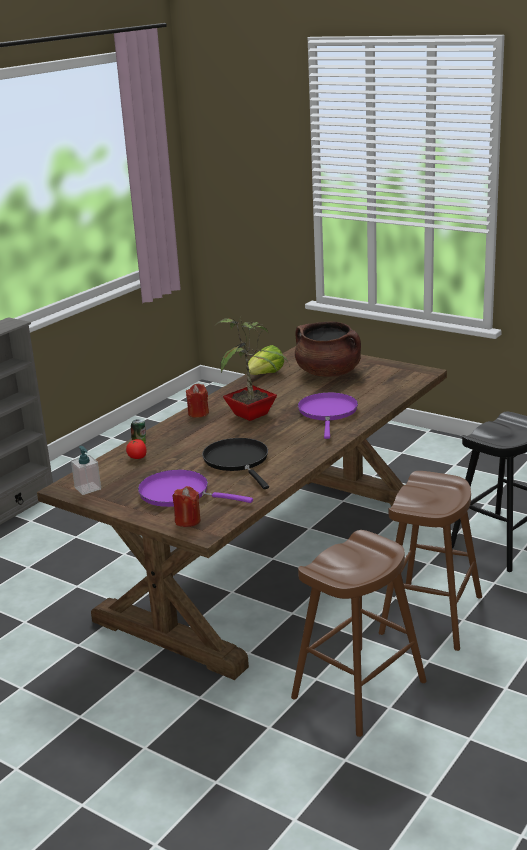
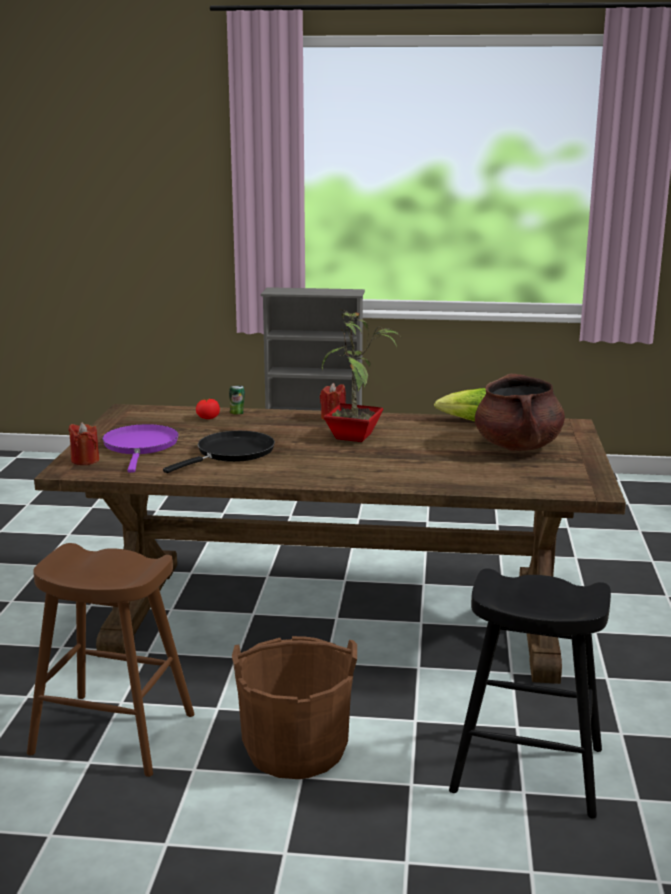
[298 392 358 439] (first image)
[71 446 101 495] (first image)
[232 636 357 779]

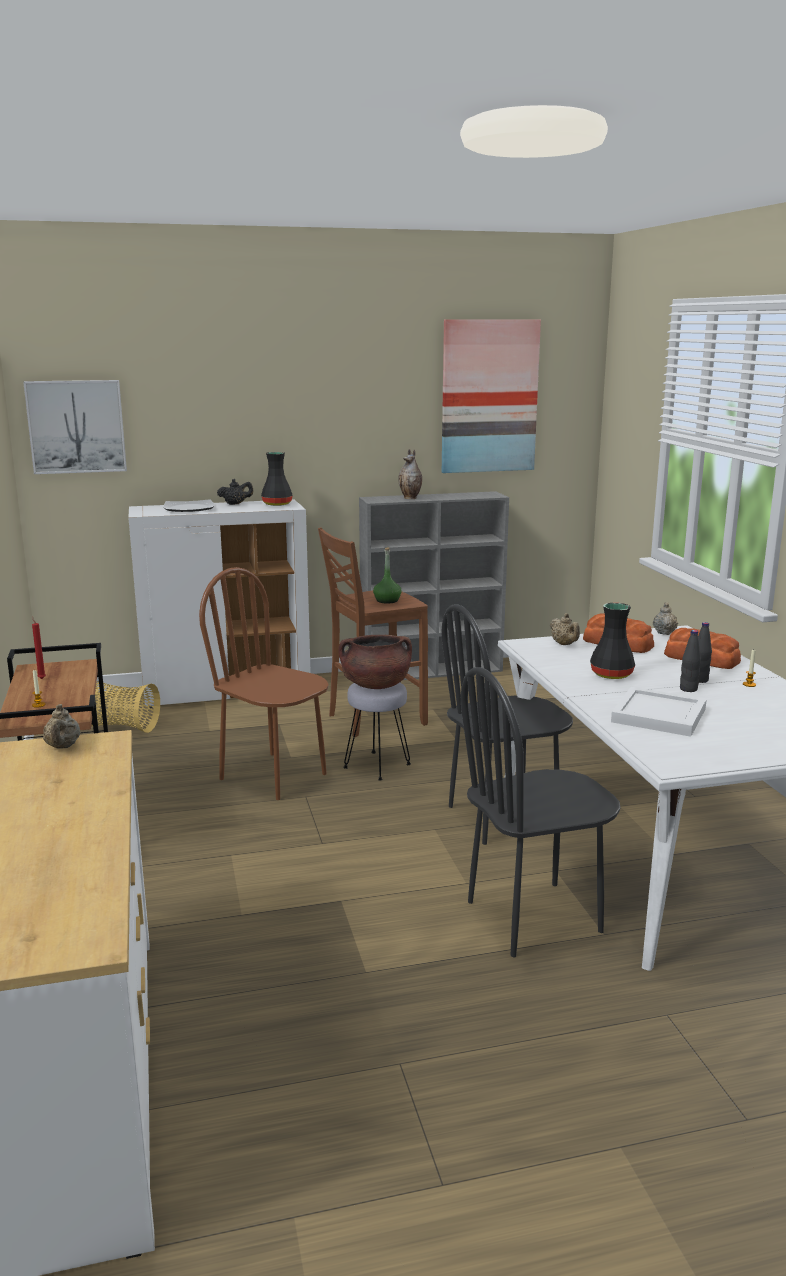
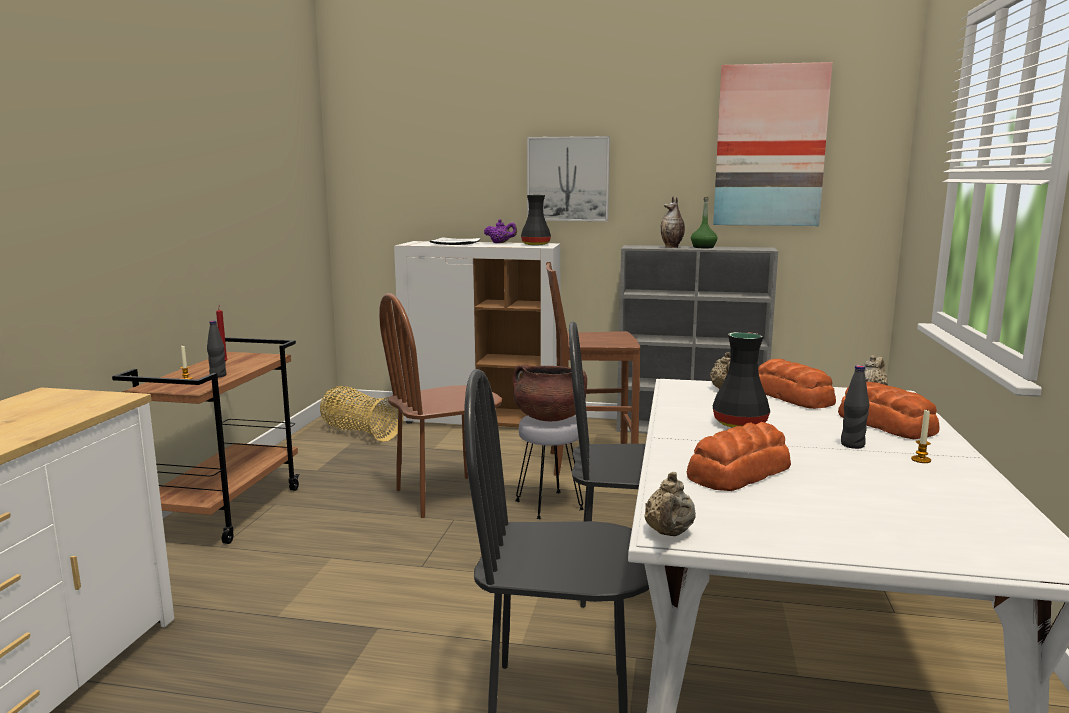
[527 136 610 221]
[484 219 517 243]
[691 196 717 248]
[379 293 502 518]
[207 321 227 377]
[687 422 791 491]
[645 472 696 536]

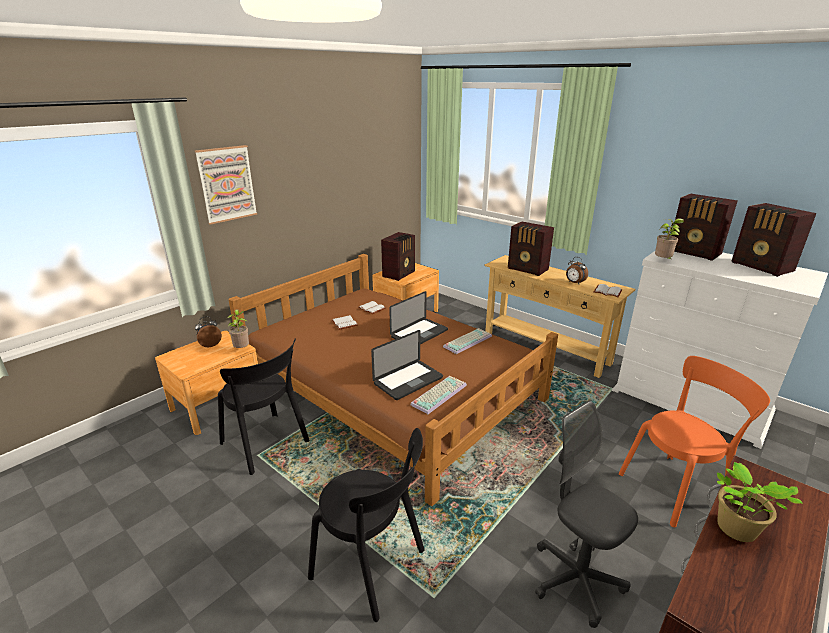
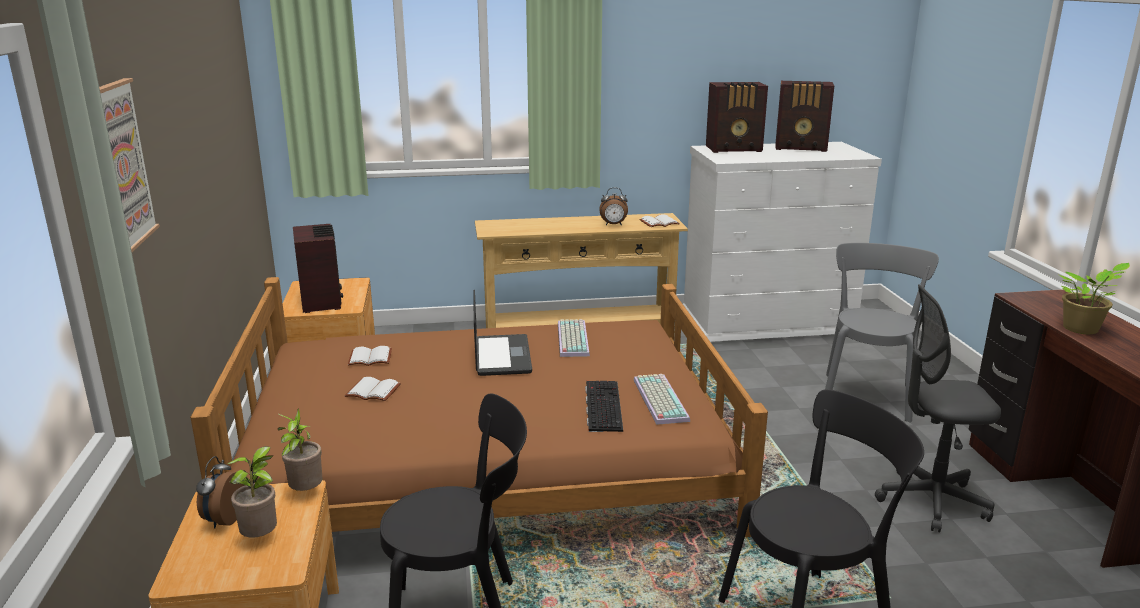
[227 446 277 538]
[508 222 554 276] (first image)
[585 381 623 432]
[825 243 939 422]

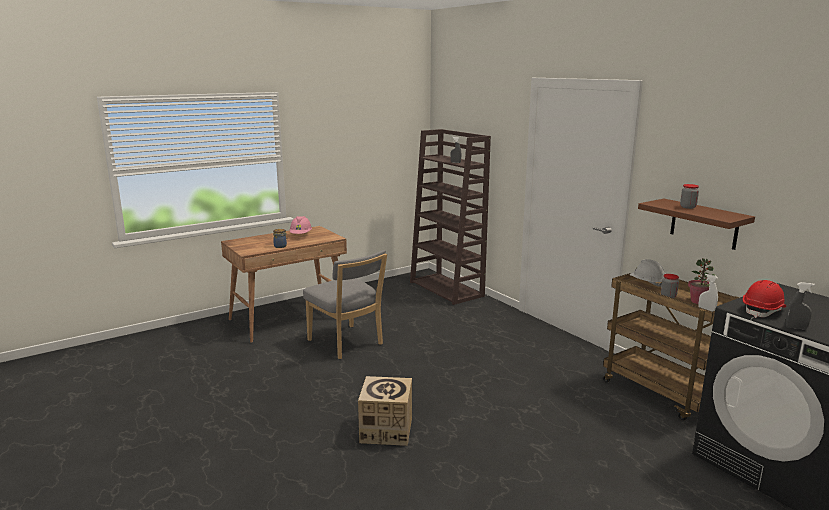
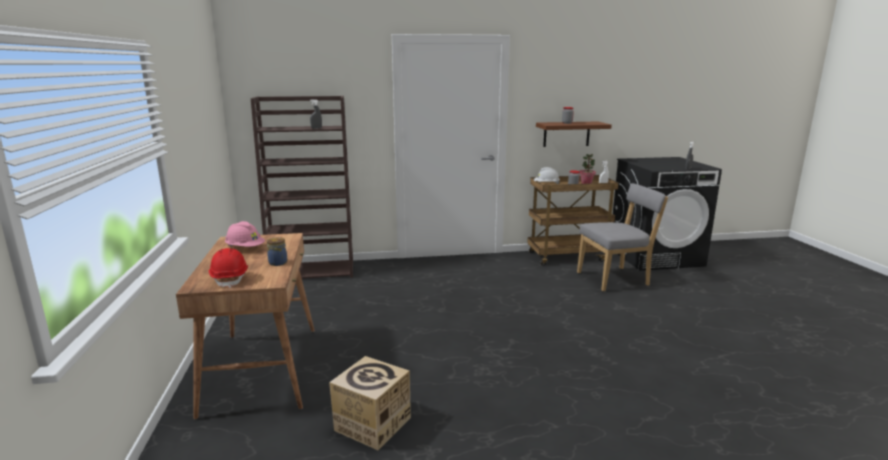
[577 183 668 292]
[209 248 248 288]
[329 356 411 450]

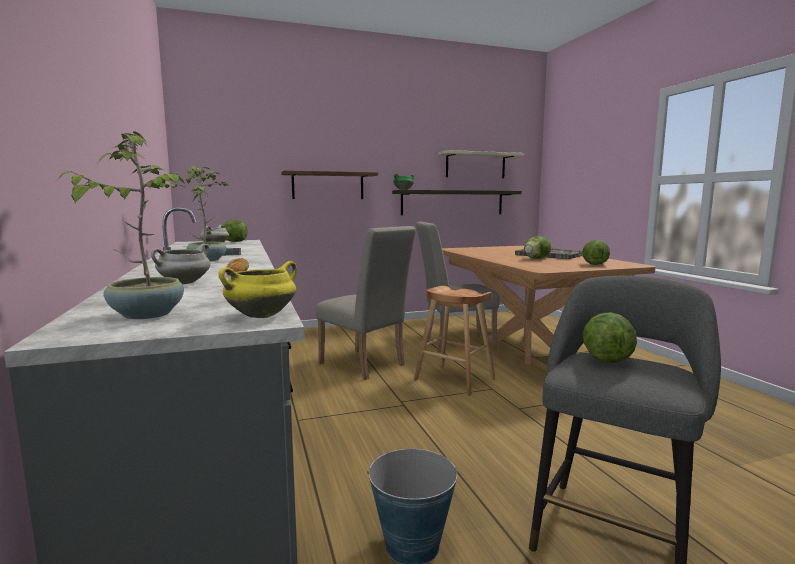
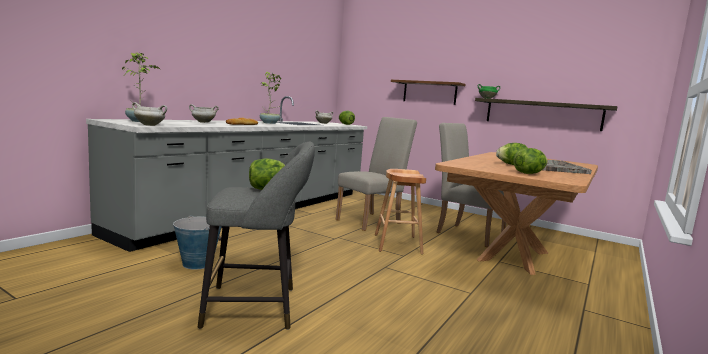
[438 150 524 178] (first image)
[336 117 417 231]
[132 102 167 126]

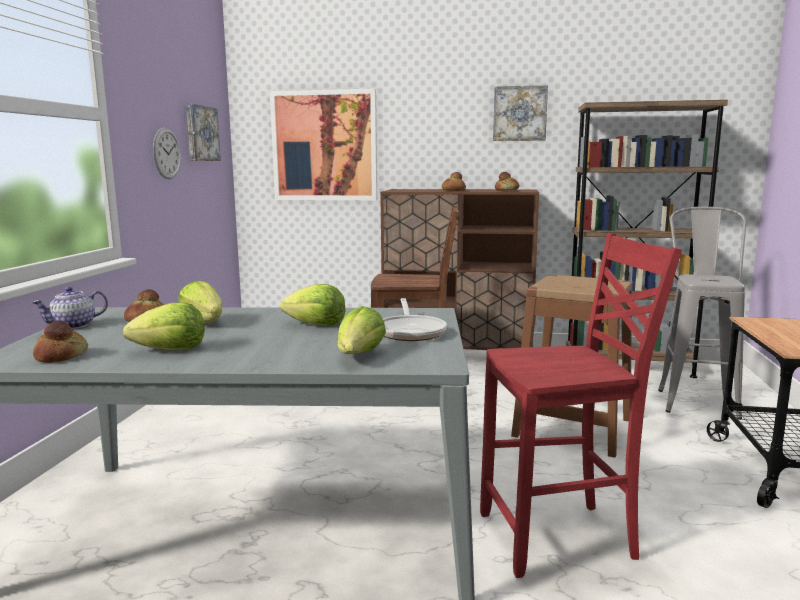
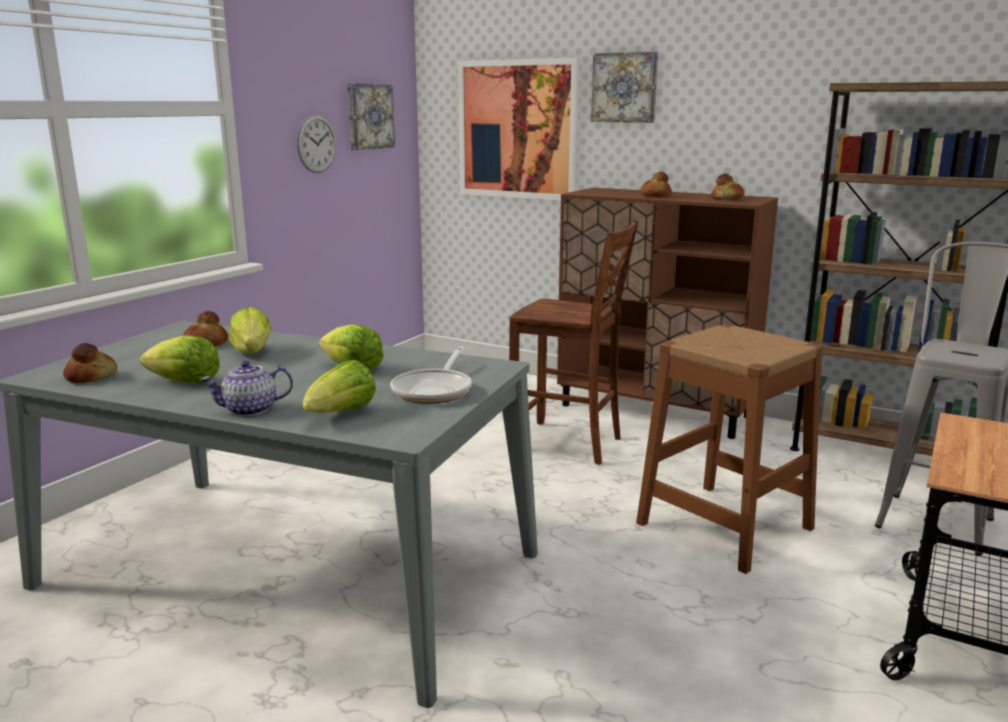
[591 51 658 123]
[480 233 682 578] (first image)
[200 361 293 416]

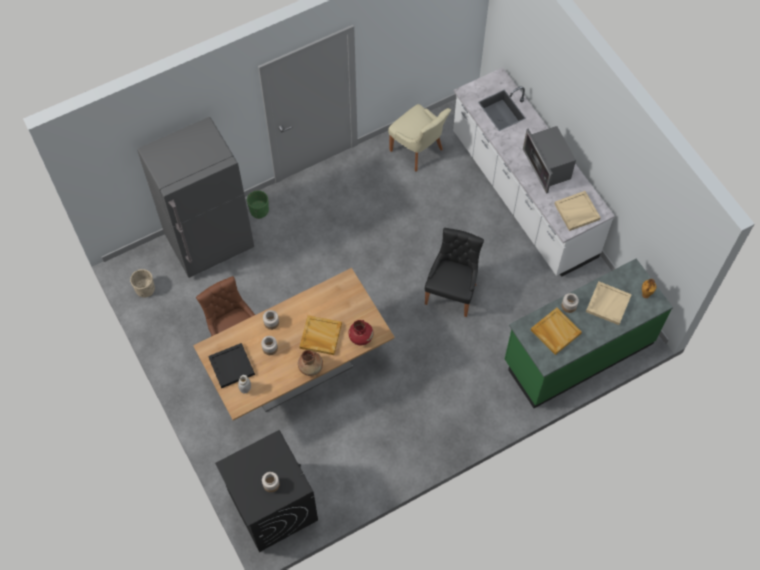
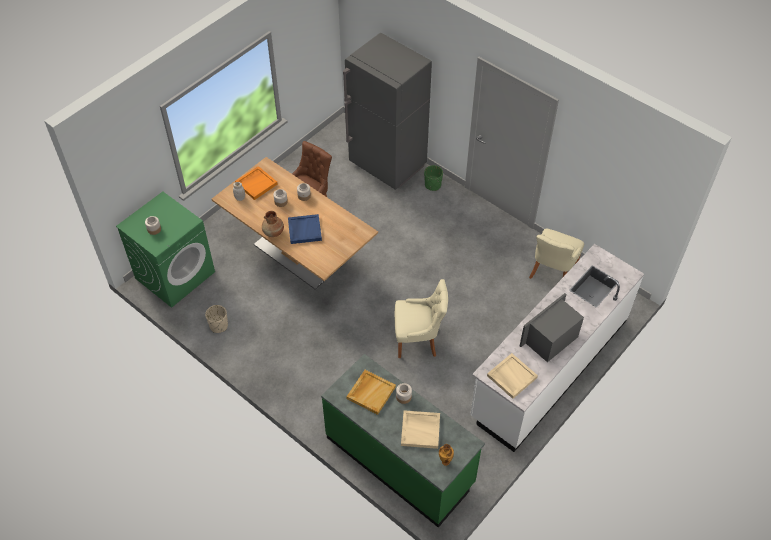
[394 279 448 358]
[205 305 228 333]
[288 214 322 244]
[349 320 373 345] (first image)
[235 166 278 200]
[116 192 215 308]

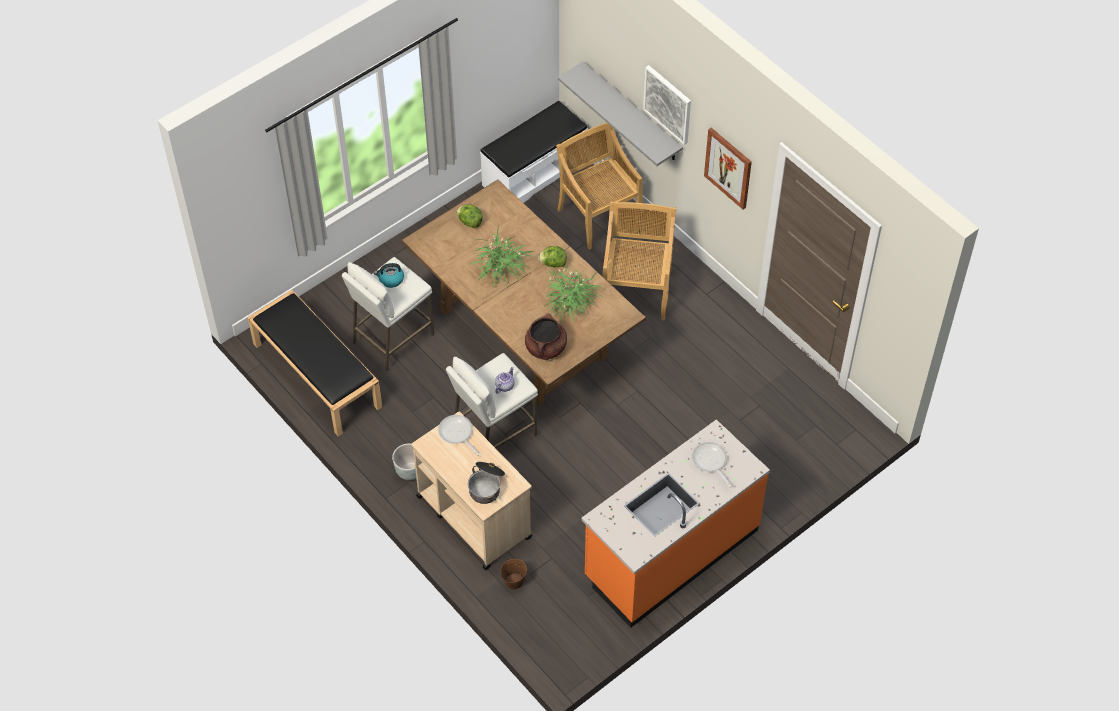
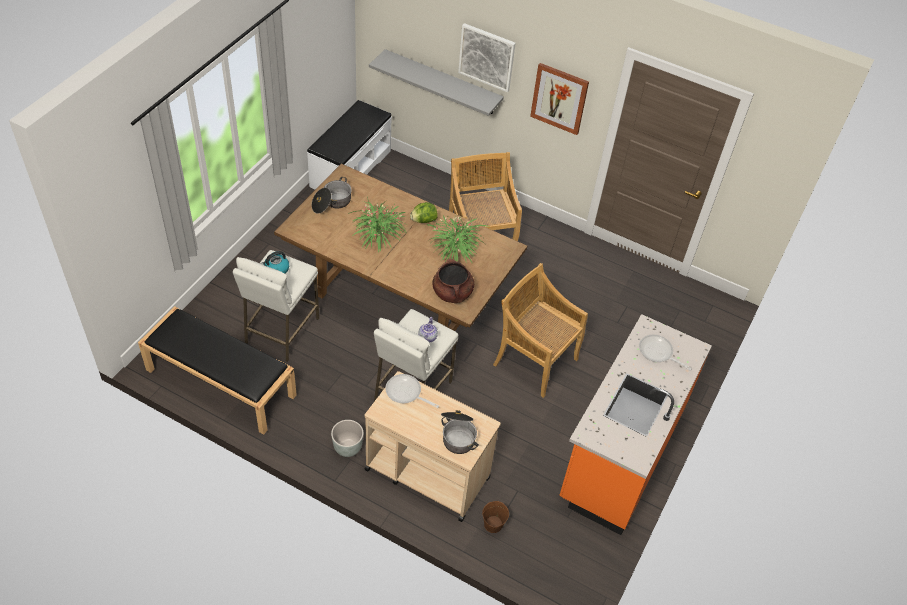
[493 263 588 398]
[312 177 352 214]

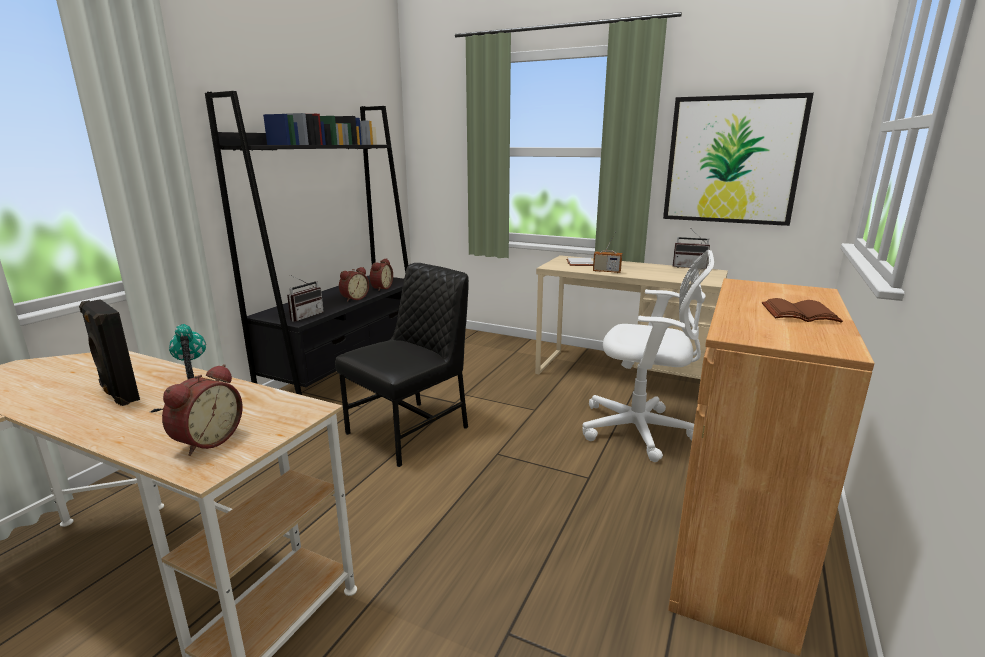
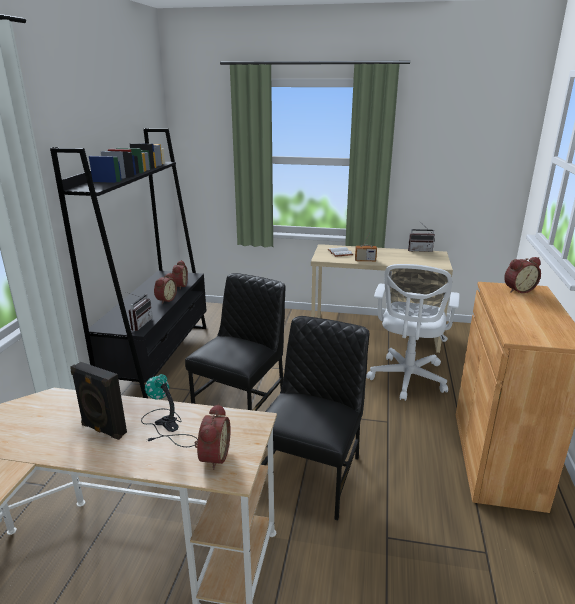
[663 93 814 226] (first image)
[366 264 460 401]
[762 298 843 323] (first image)
[504 257 541 293]
[261 316 369 521]

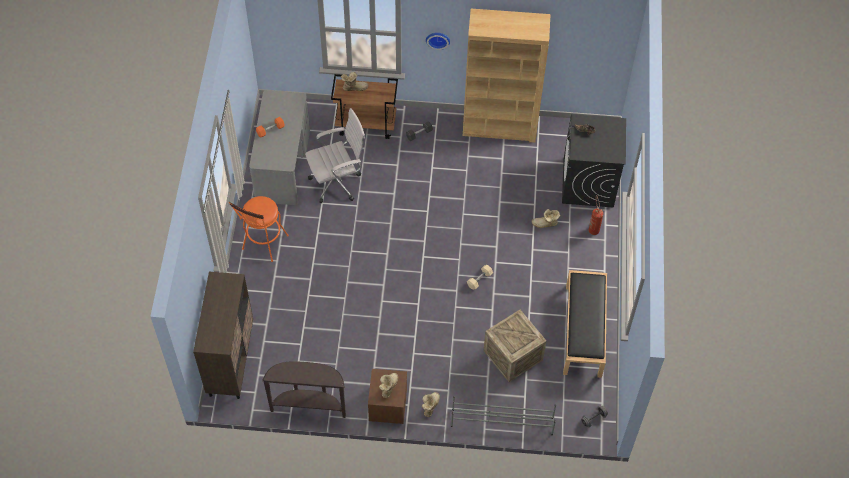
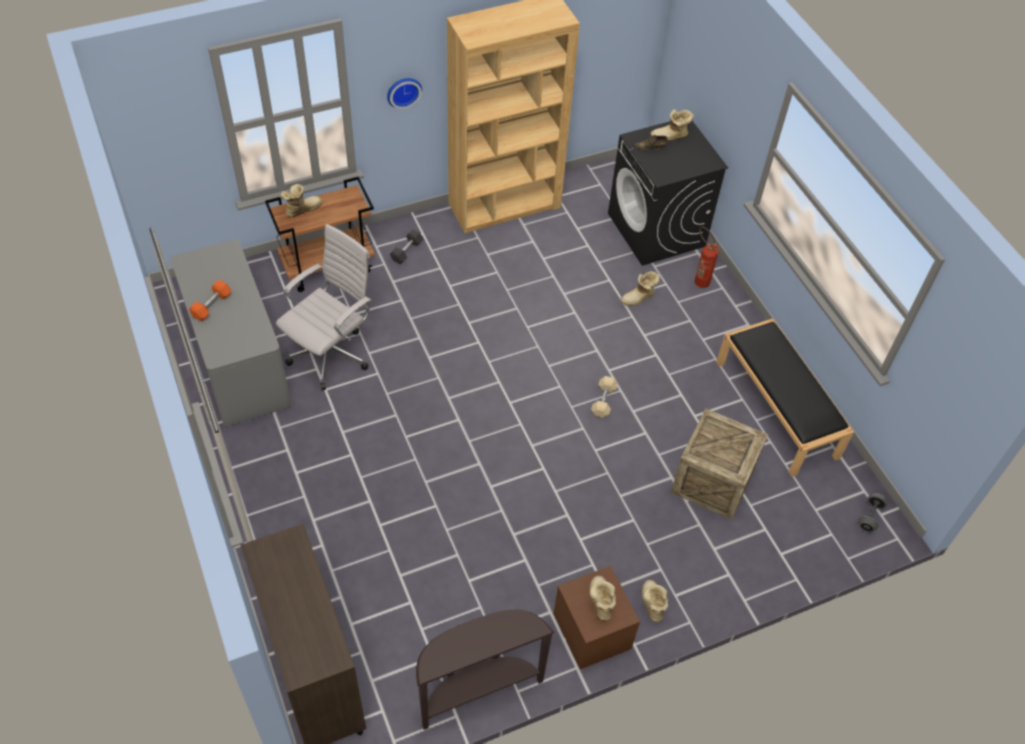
[229 196 289 262] (first image)
[451 396 556 435] (first image)
[650 109 694 141]

